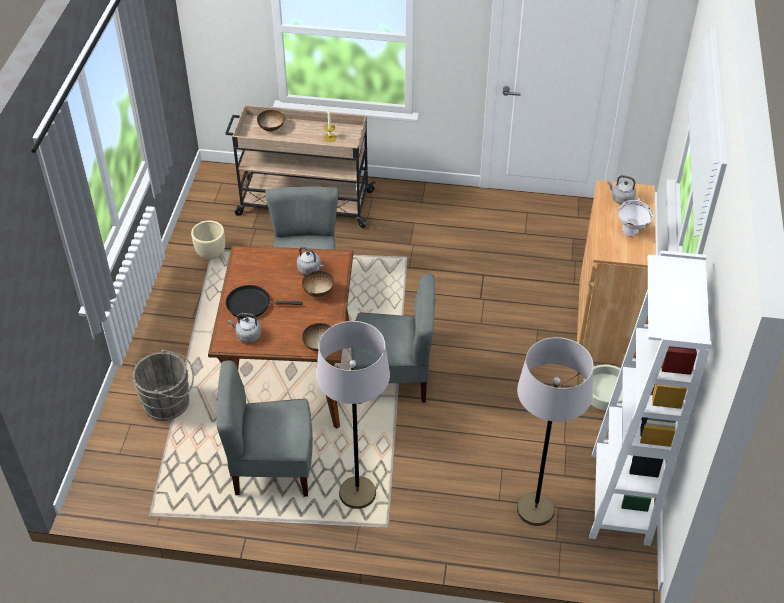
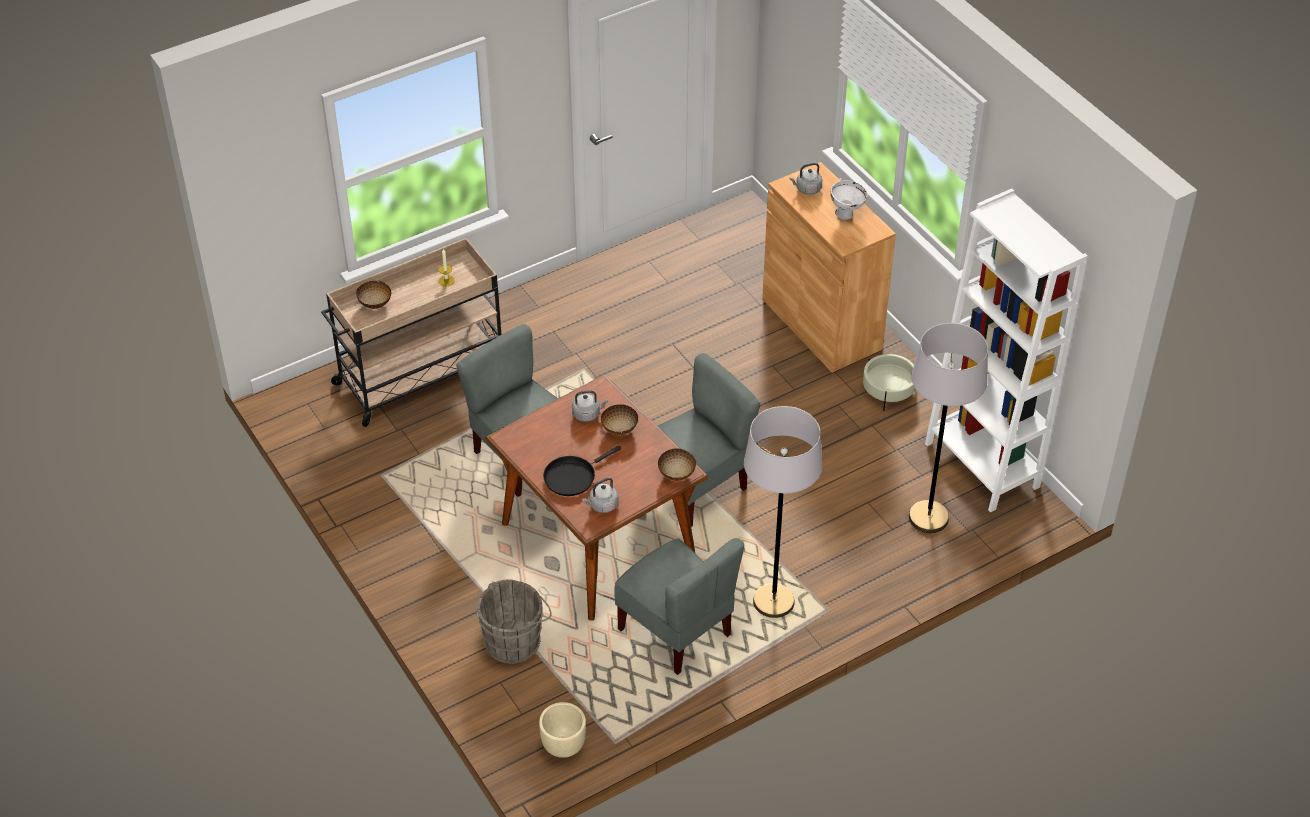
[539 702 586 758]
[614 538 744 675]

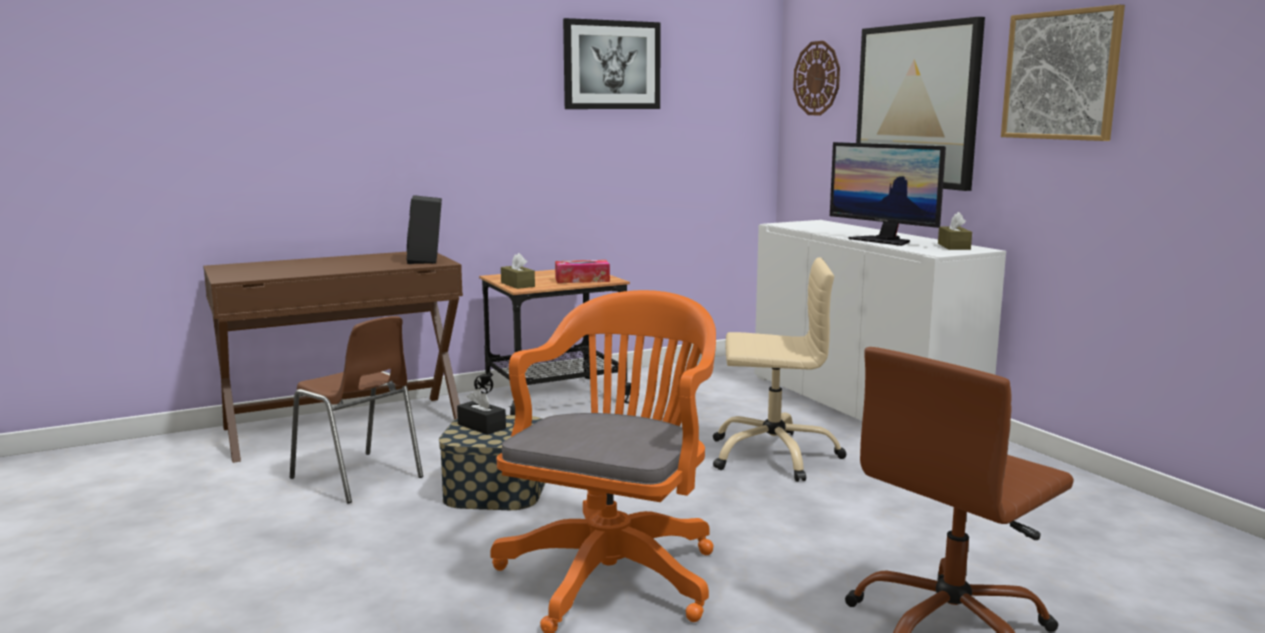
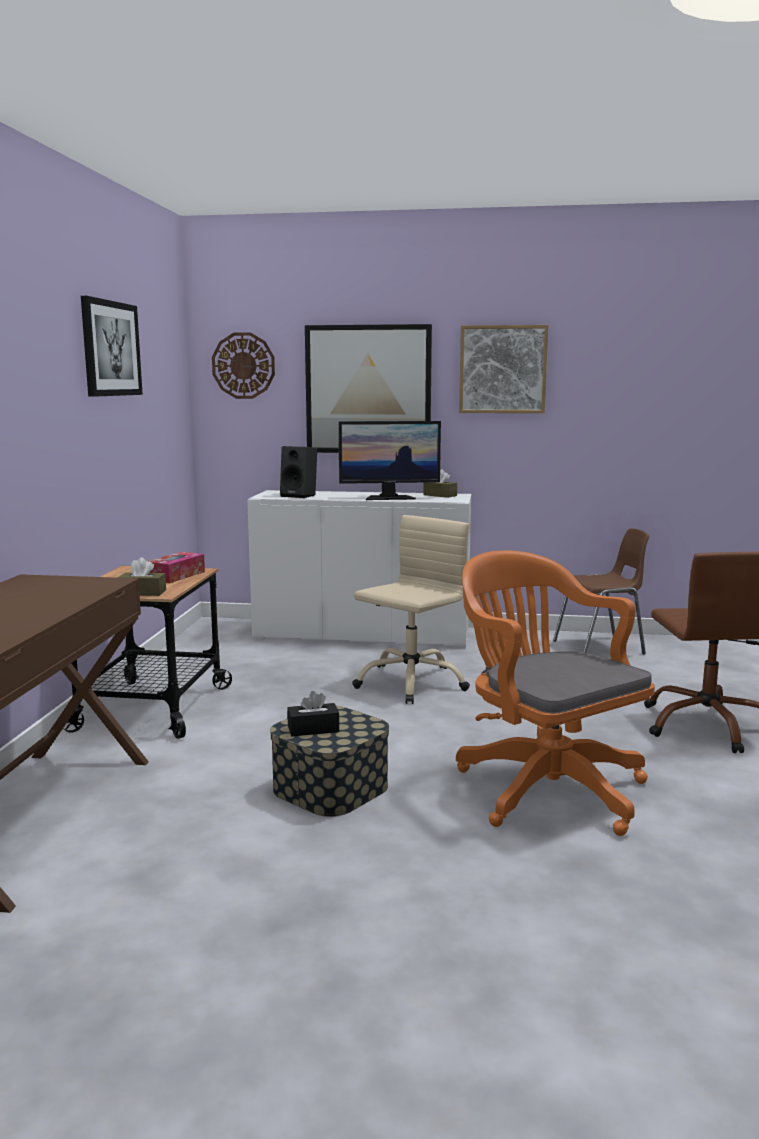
[280 446 317 498]
[553 528 649 654]

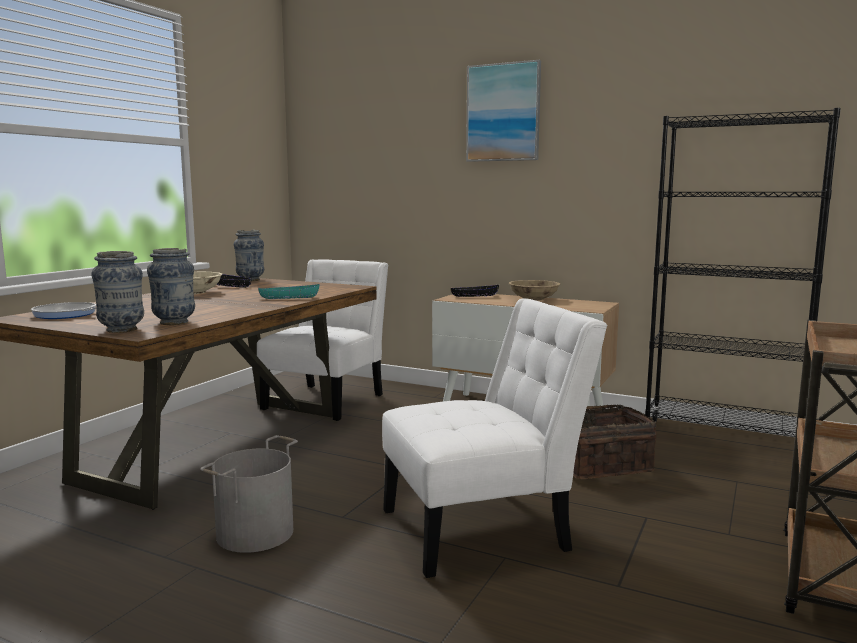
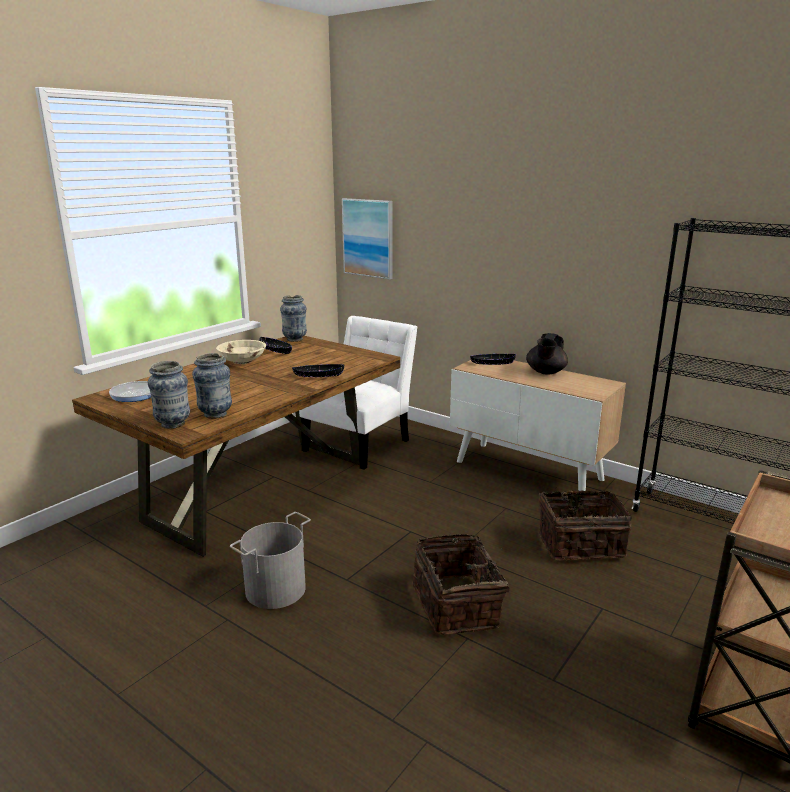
[342 198 393 280]
[526 333 568 375]
[292 364 345 377]
[412 534 510 635]

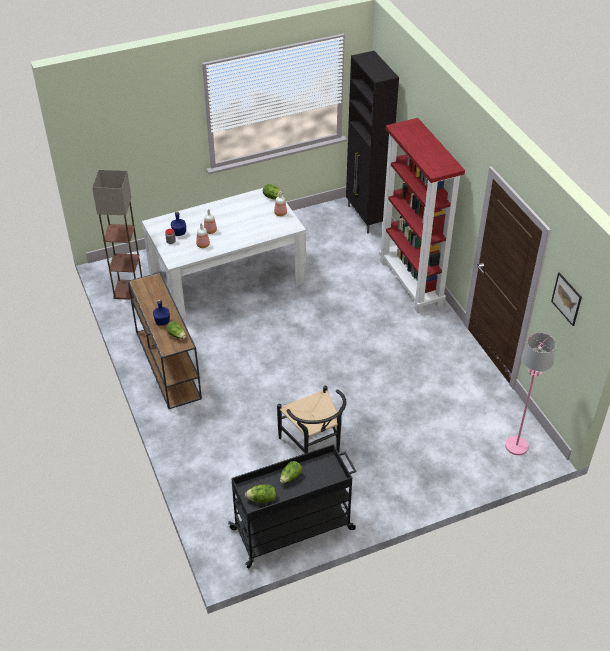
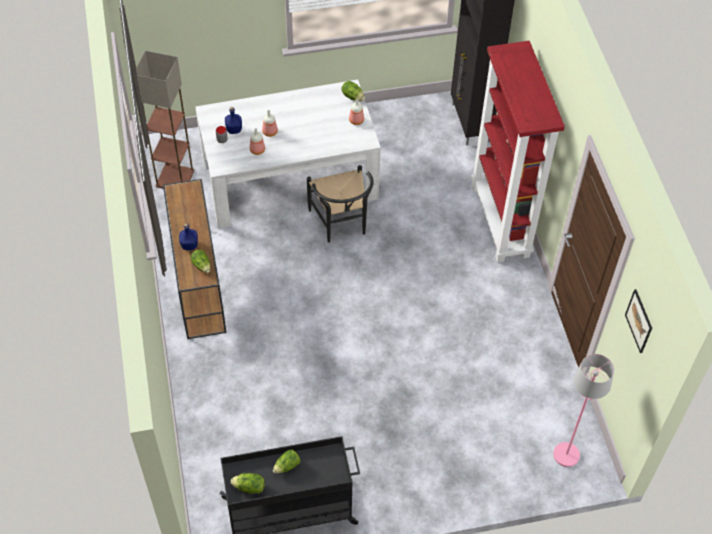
[307 165 374 243]

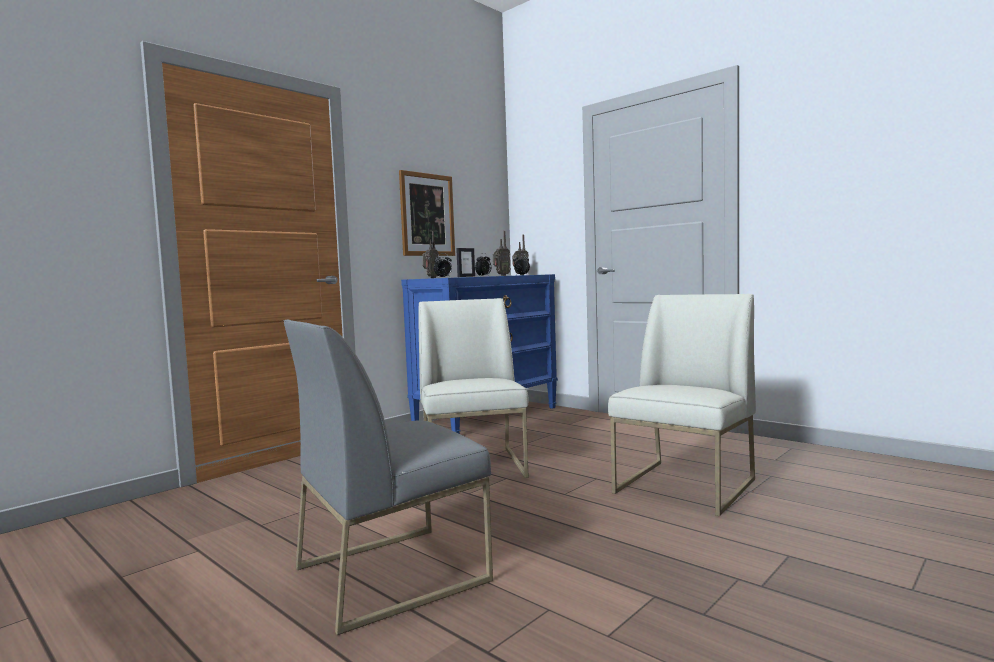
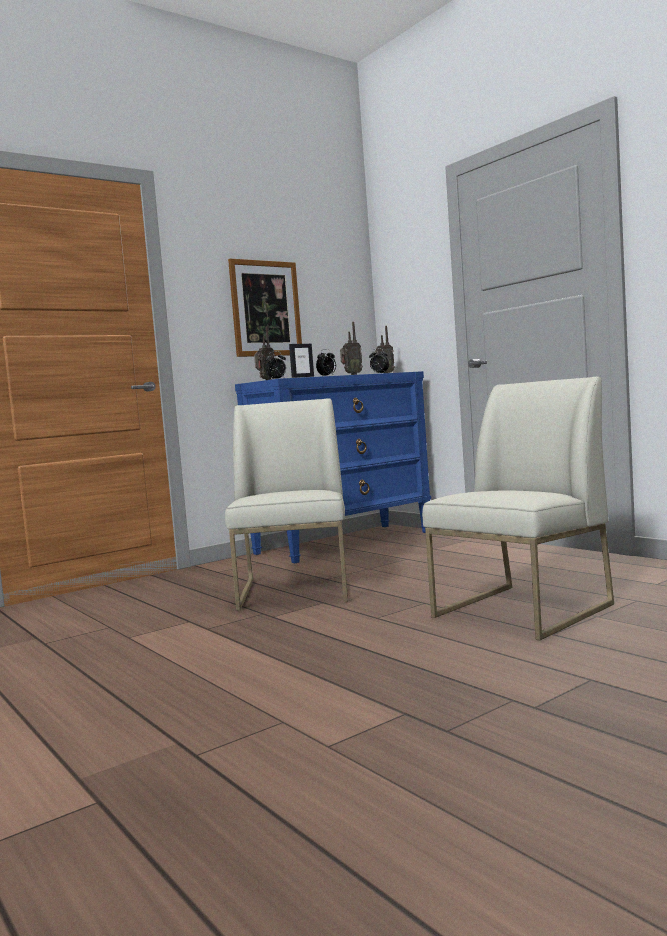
[284 320 493 635] (first image)

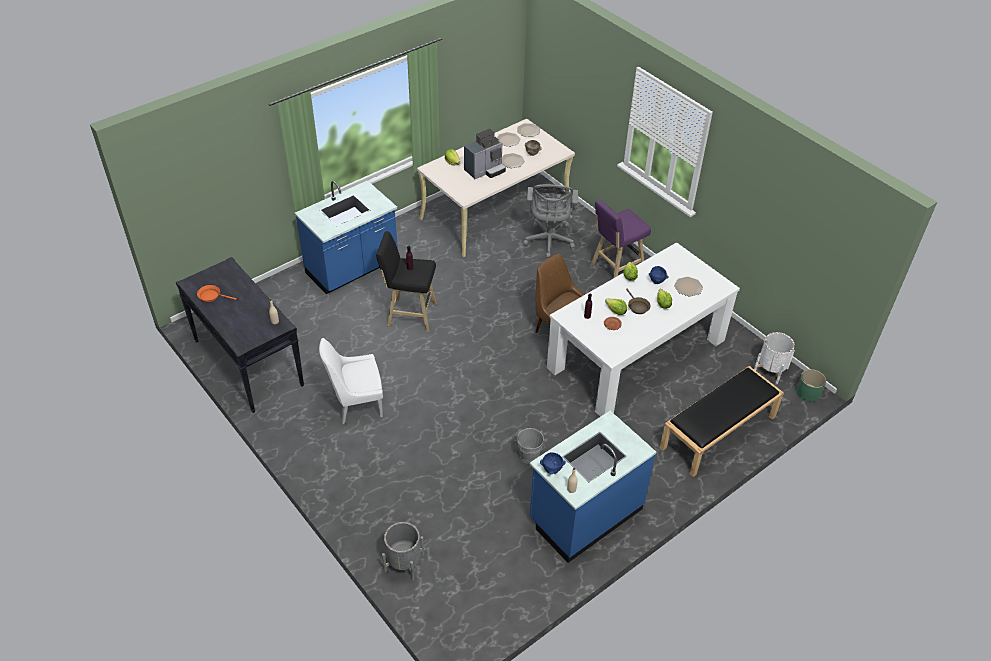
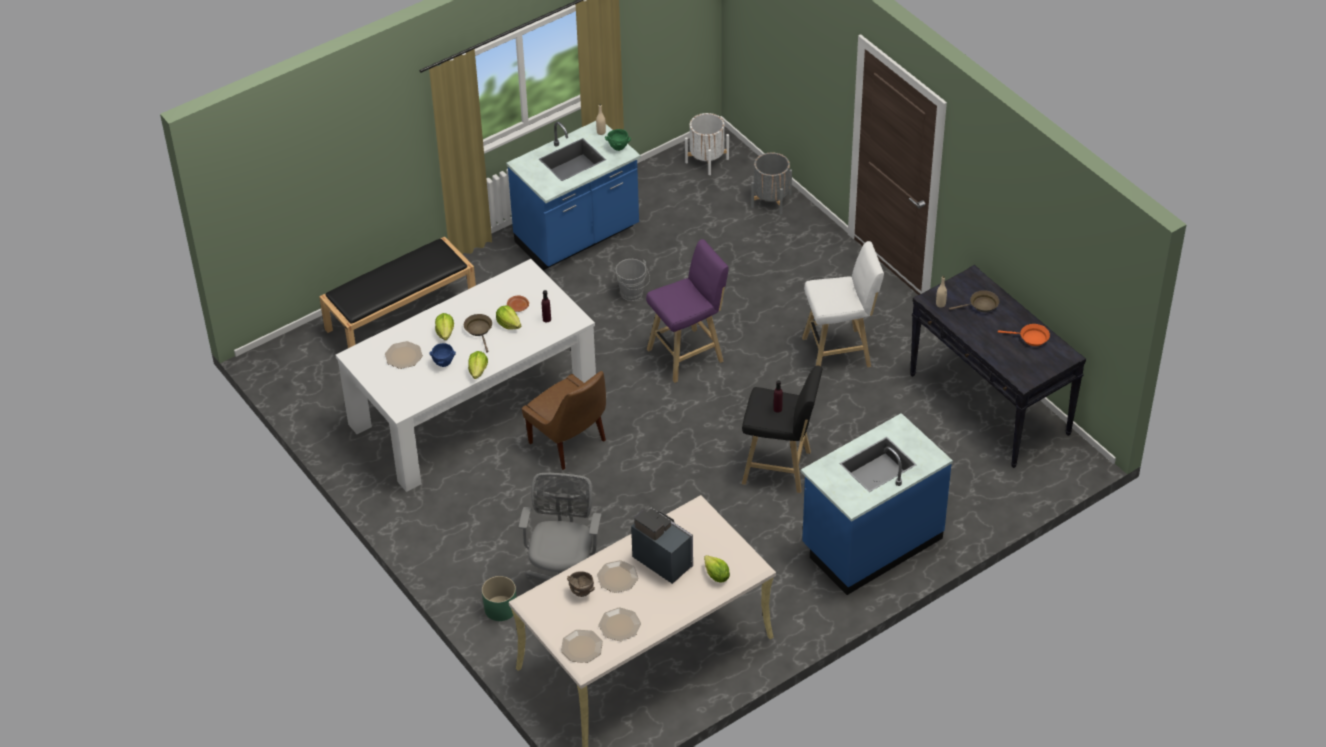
[631 508 693 584]
[646 239 729 383]
[685 113 729 175]
[802 241 884 367]
[482 576 517 621]
[605 129 631 151]
[949 290 999 312]

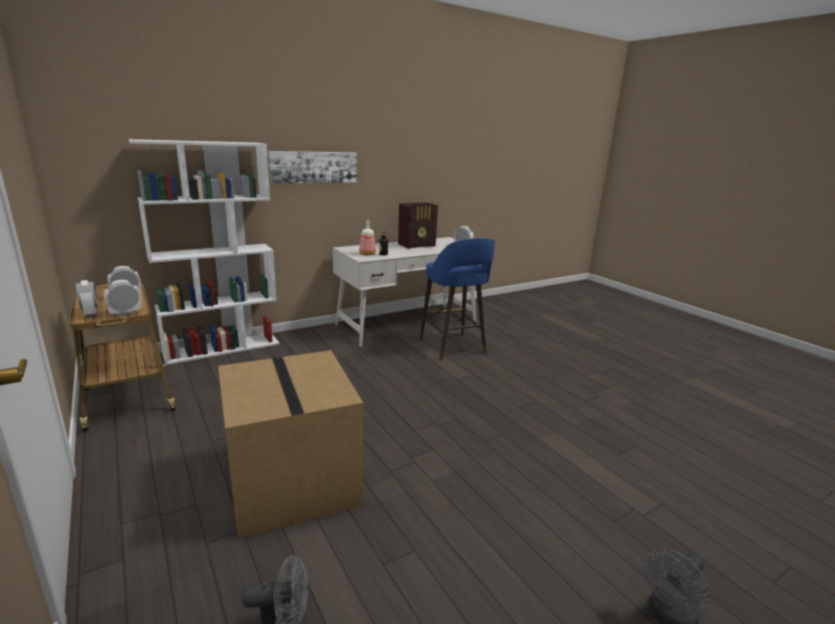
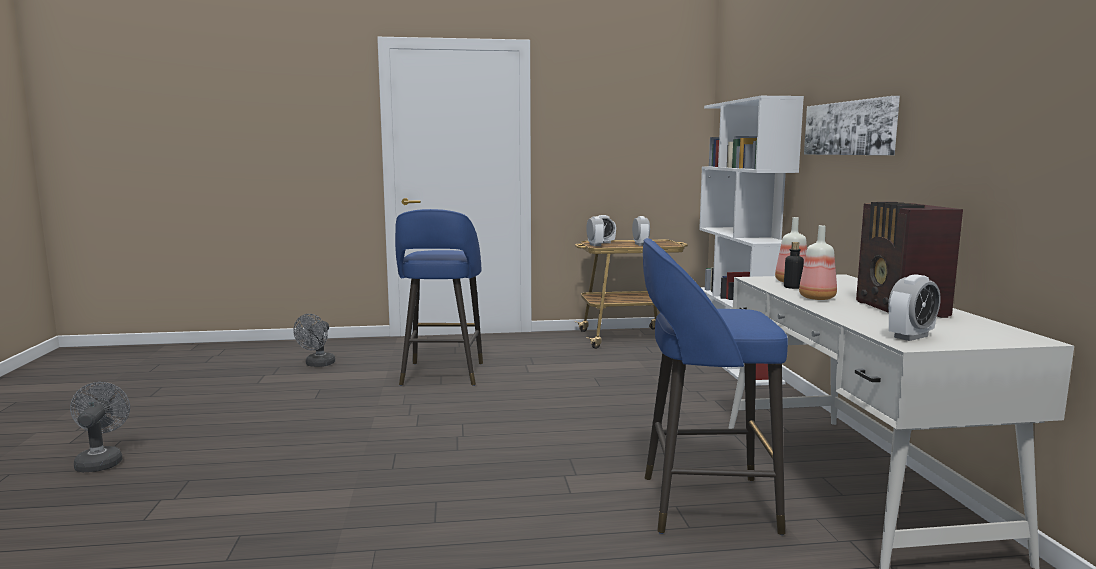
[395 209 483 386]
[799 225 837 300]

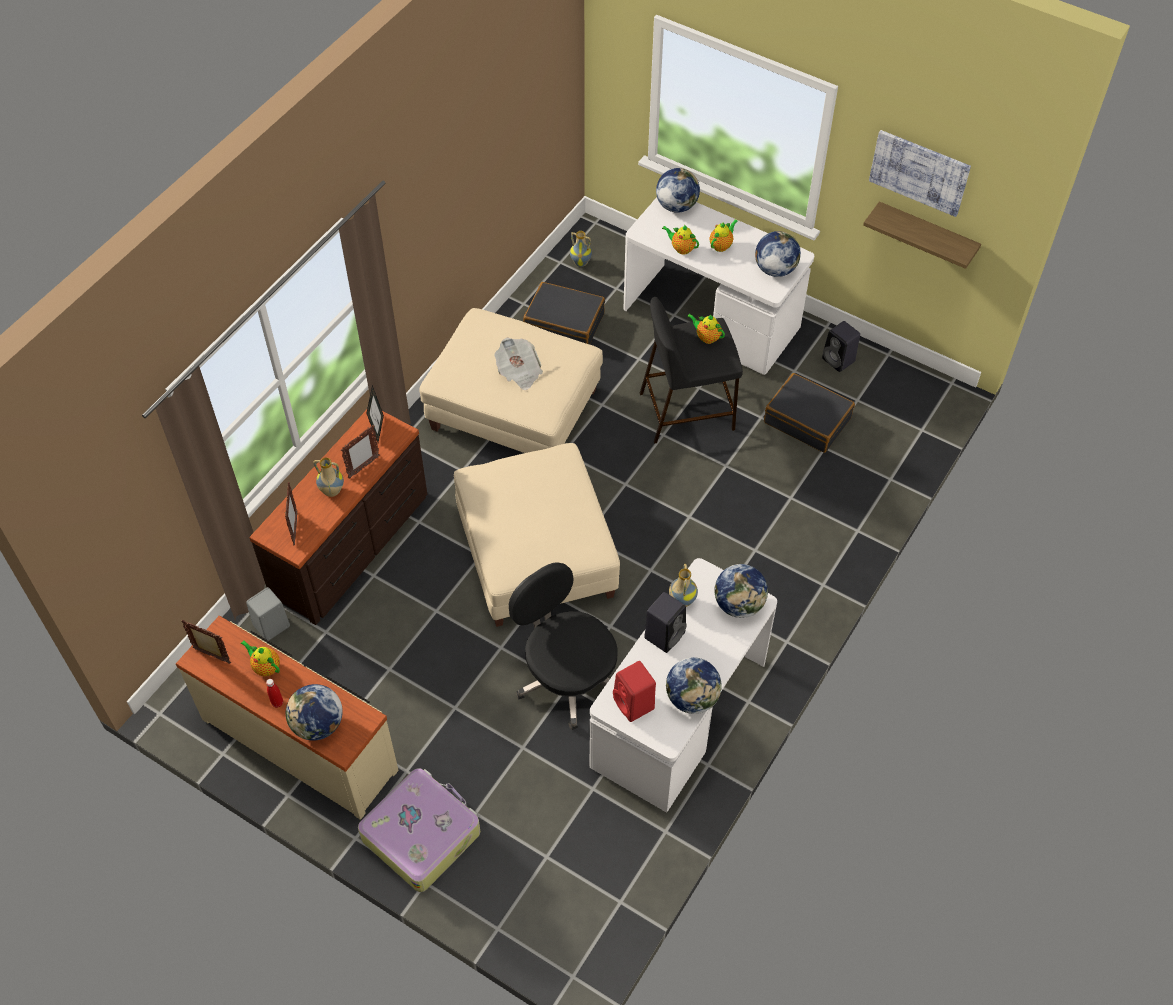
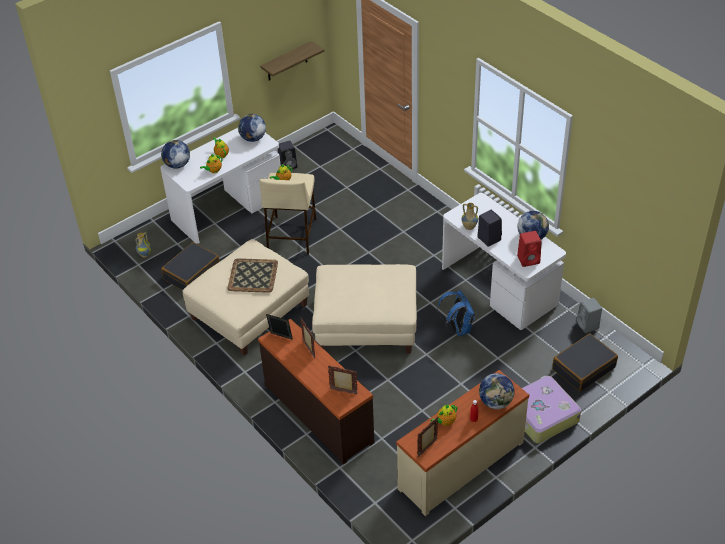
[869 130 971 217] (first image)
[259 173 316 255]
[228 258 278 293]
[552 333 618 392]
[313 458 344 497] (first image)
[437 290 475 336]
[714 564 768 618] (first image)
[577 298 602 333]

